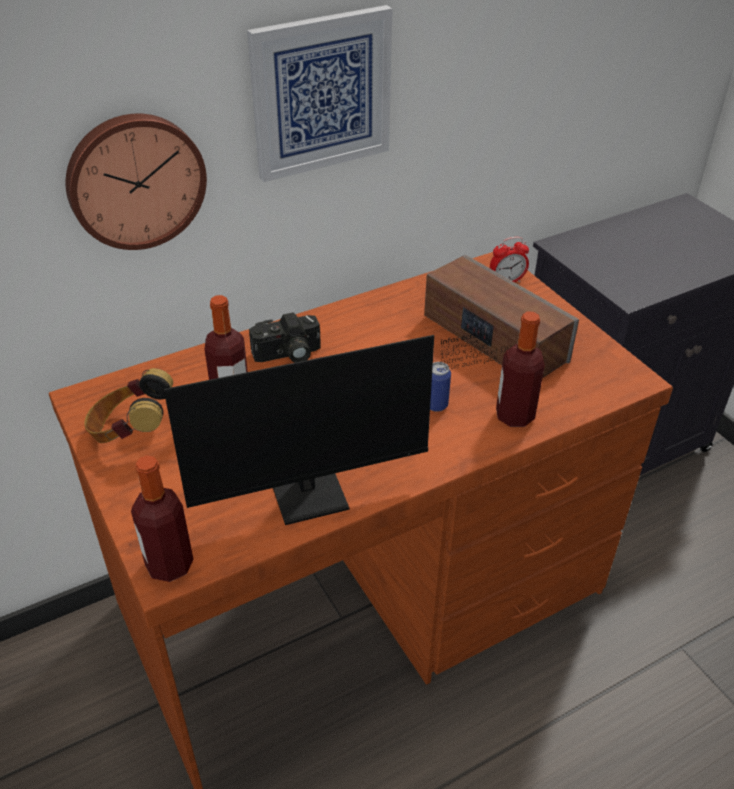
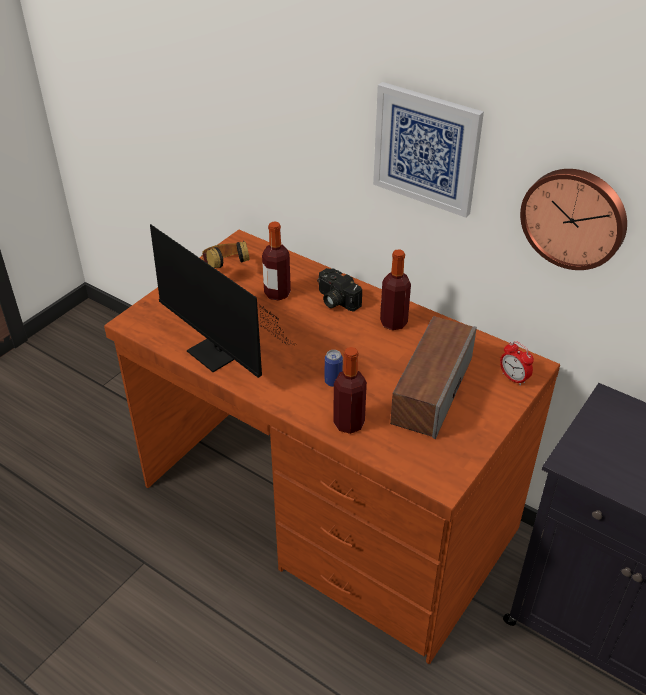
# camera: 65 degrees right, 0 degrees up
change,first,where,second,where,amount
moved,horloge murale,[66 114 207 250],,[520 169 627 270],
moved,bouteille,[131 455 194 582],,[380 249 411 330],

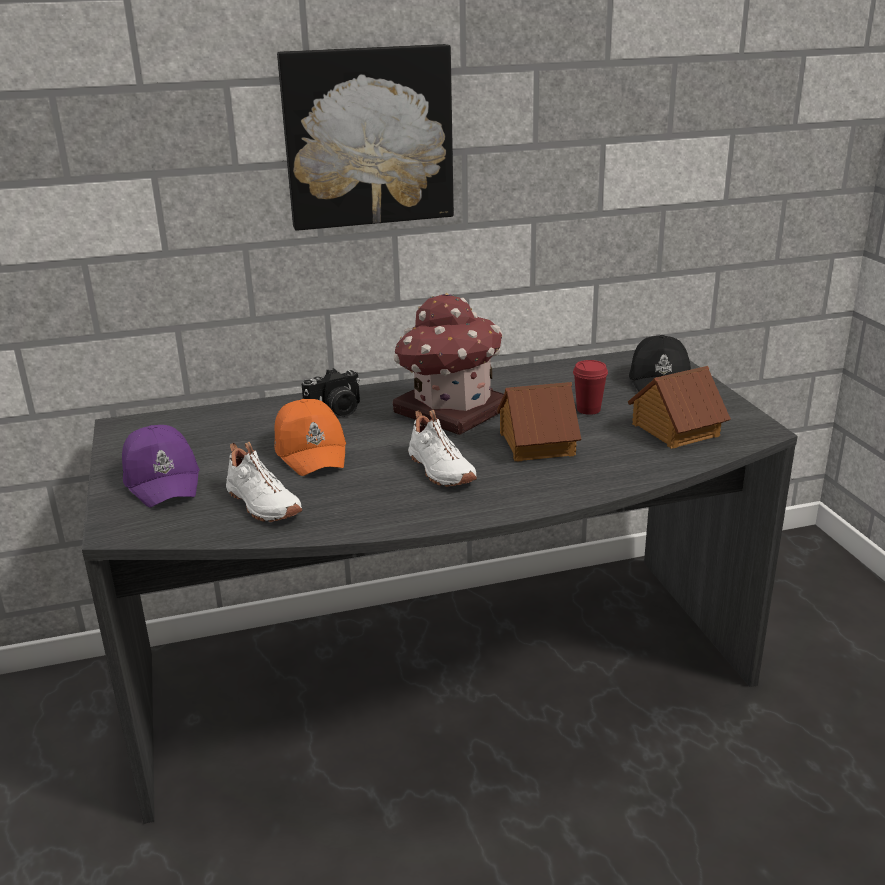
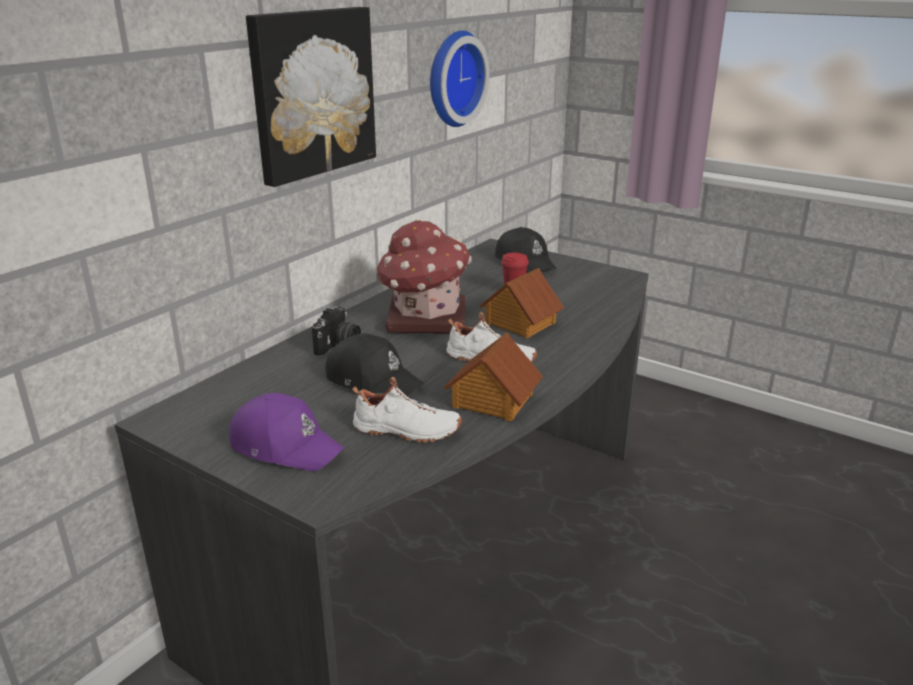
# camera: 40 degrees left, 0 degrees up
change,first,where,second,where,amount
recoloured,casquette/orange,[274 399 346 476],casquette/noir,[325 333 424 396],
moved,maison miniature,[628 366 731 449],,[444 332 543 422],
added,,,horloge murale,[430 31 490 127],

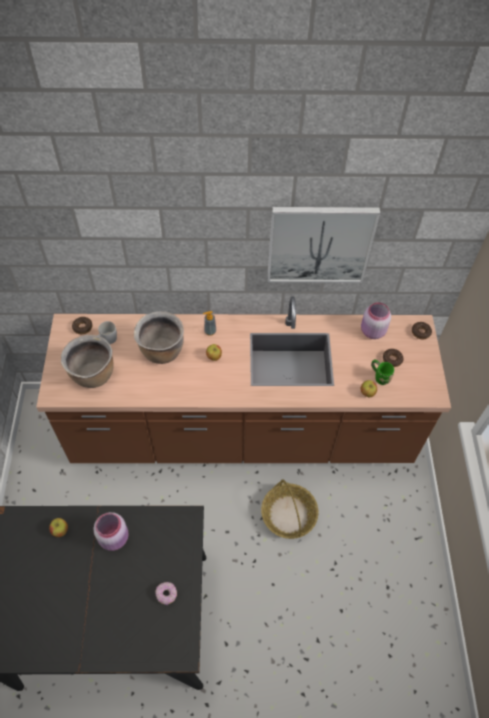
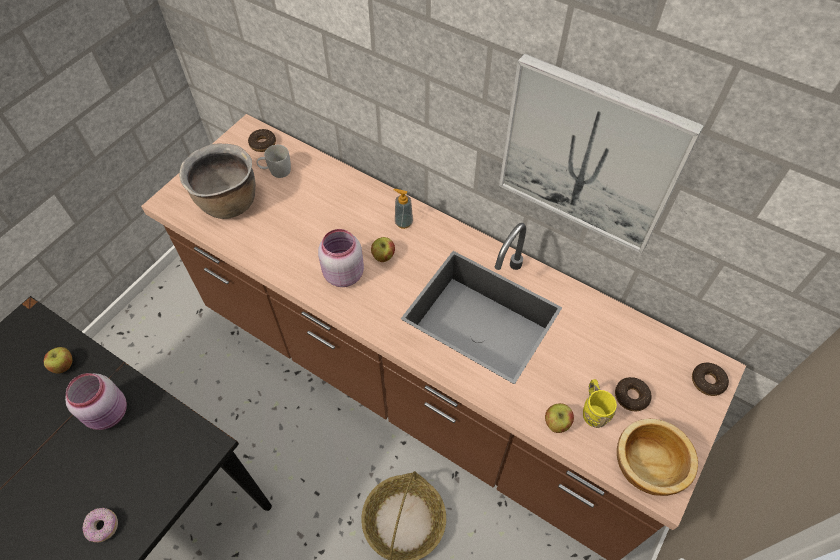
# camera: 35 degrees right, 0 degrees up
change,first,where,second,where,amount
removed,marmite/marron,[134 311 184 364],,,
moved,bocal/rose,[361 302 391 339],,[318 229 364 287],
recoloured,mug/vert,[371 359 394 385],mug/jaune,[583 379 617 428],
added,,,bol,[617 419 698 496],

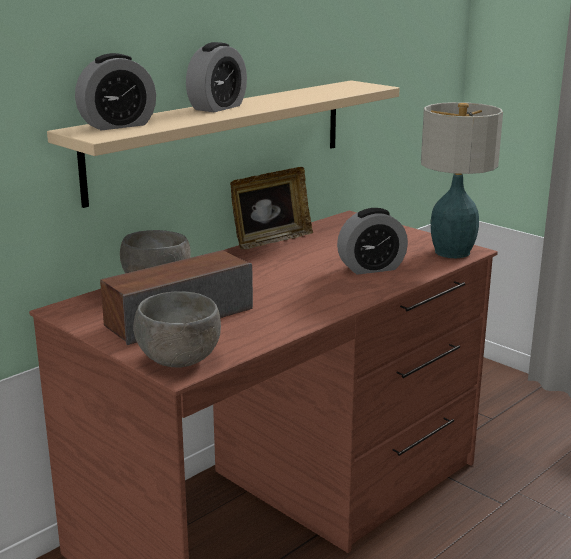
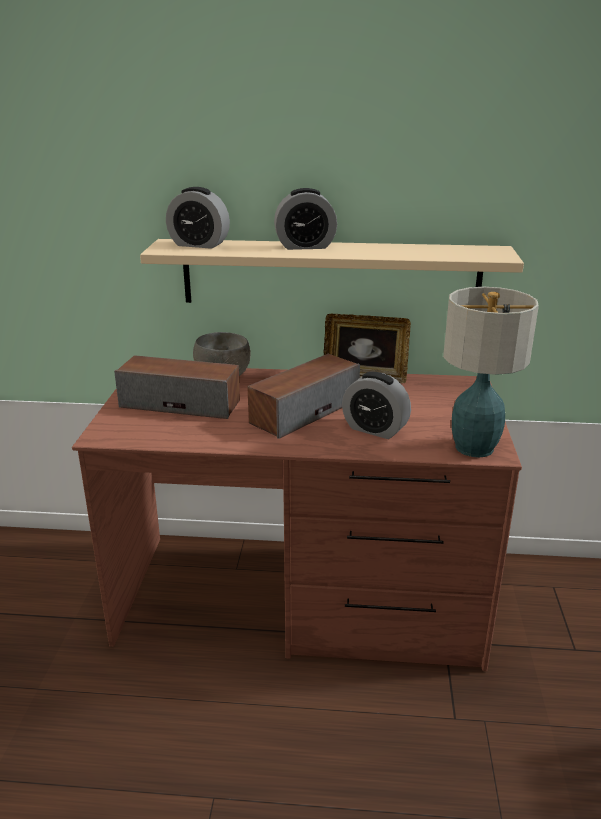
# camera: 50 degrees right, 5 degrees up
change,first,where,second,where,amount
removed,bol/gris,[133 291 221 368],,,
added,,,enceinte,[248 354 360 439],

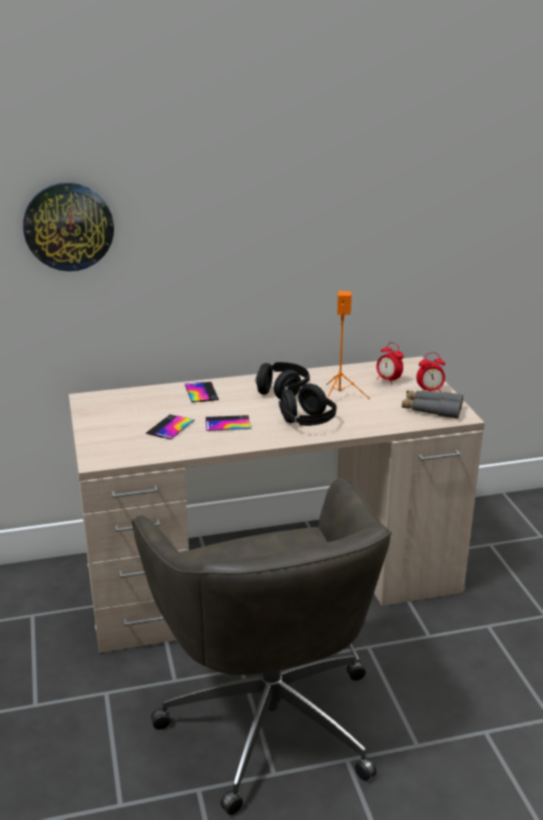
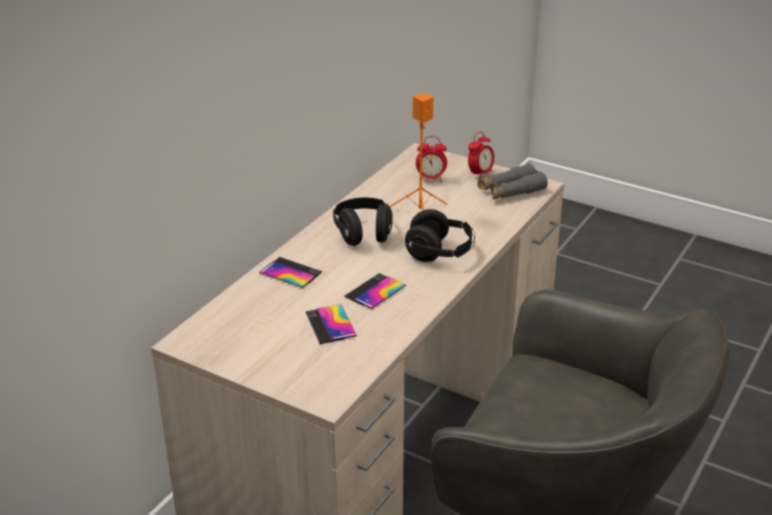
# camera: 45 degrees left, 5 degrees up
change,first,where,second,where,amount
removed,horloge murale,[23 183 114 271],,,

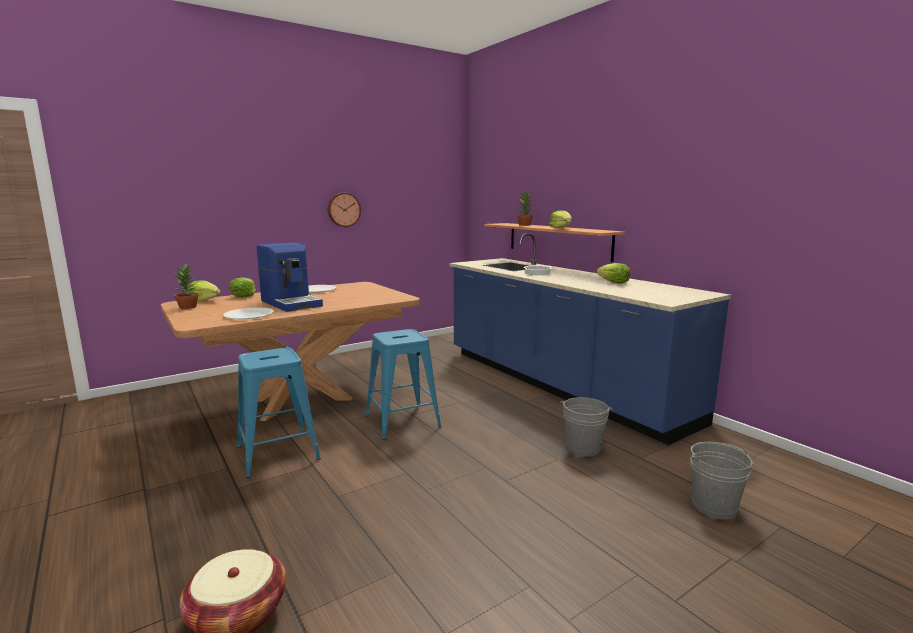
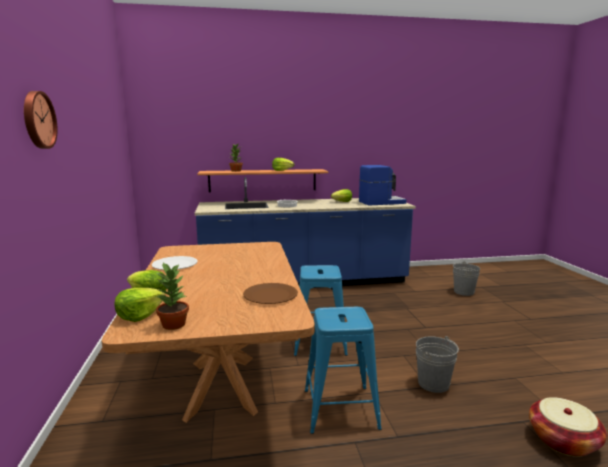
# camera: 65 degrees left, 0 degrees up
change,first,where,second,where,amount
recoloured,assiette/blanc,[223 308 274 319],assiette/marron,[243 283 298 304],
moved,machine à café,[257 243 323 312],,[359 165 406 206],
moved,horloge murale,[328 193 361 227],,[24 91 58 149],
moved,seau/gris,[560 397 613 457],,[416 336 459 393],

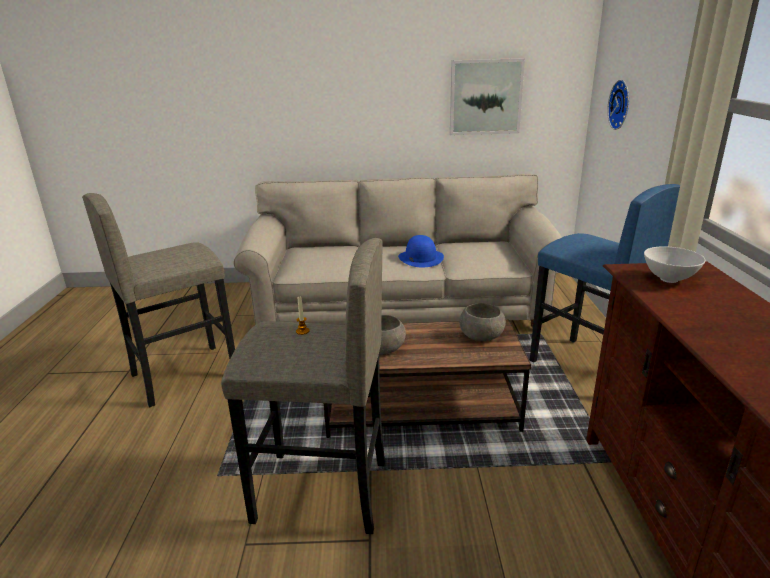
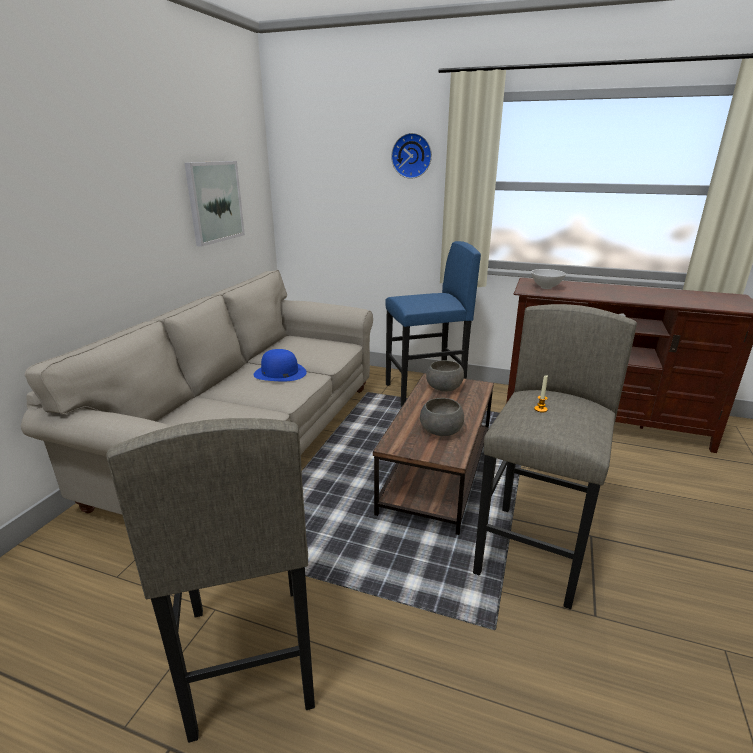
# camera: 70 degrees left, 0 degrees up
change,first,where,second,where,amount
moved,horloge murale,[607 80 629 130],,[391 133 432 179],

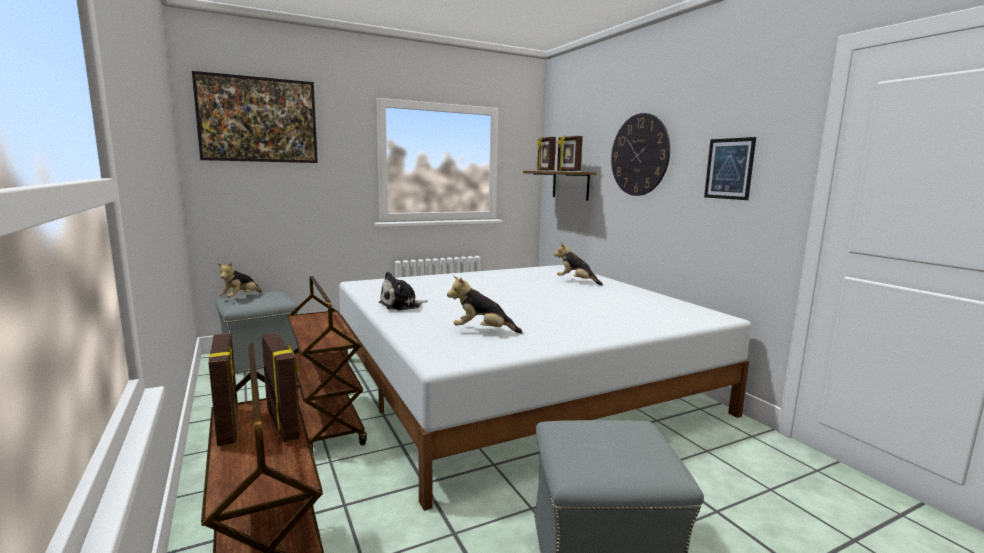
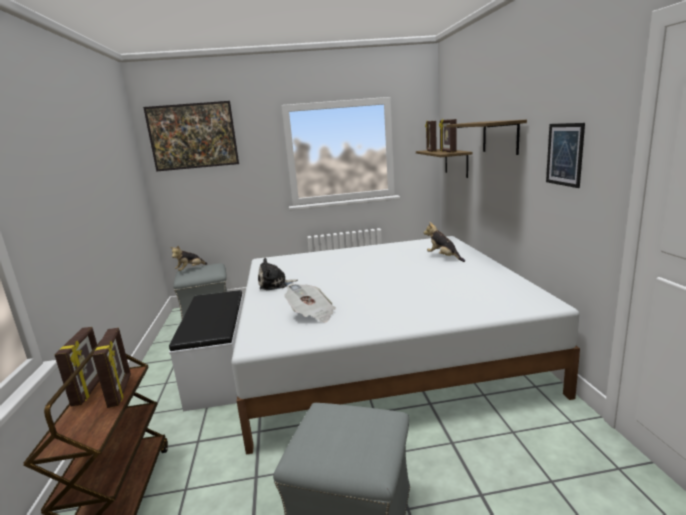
# camera: 20 degrees right, 5 degrees up
change,first,where,second,where,amount
replaced,chariot/marron,[287 276 367 453],banc/blanc,[169 290 244 411],
replaced,peluche,[447 276 523 334],journal,[285 284 336 322],
replaced,horloge murale,[611 113 670 196],étagère,[446 120 527 155],

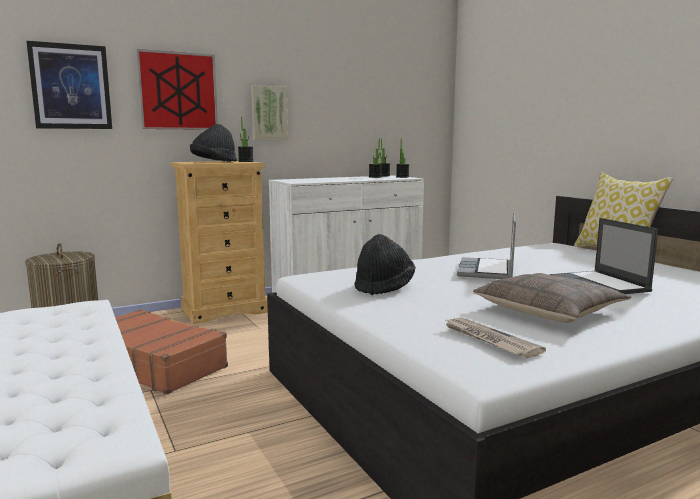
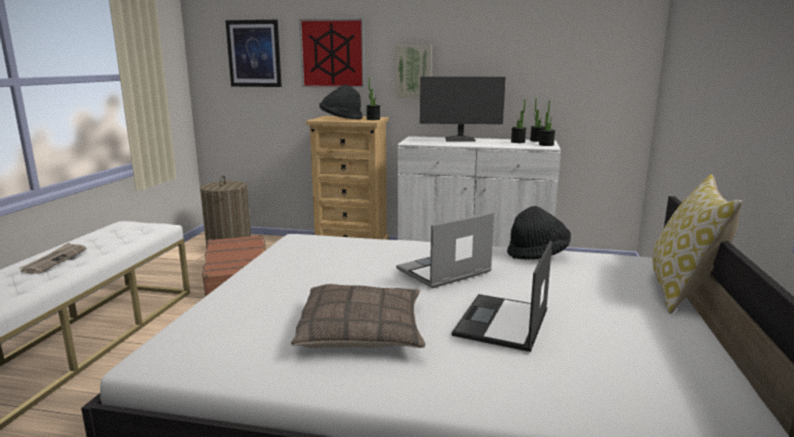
# camera: 40 degrees right, 5 degrees up
change,first,where,second,where,amount
moved,chapeau/noir,[355 234 415 295],,[507 206 571 260],
moved,journal,[444 318 546 358],,[19 243 87 274],
added,,,écran d'ordinateur,[420 77 506 142],

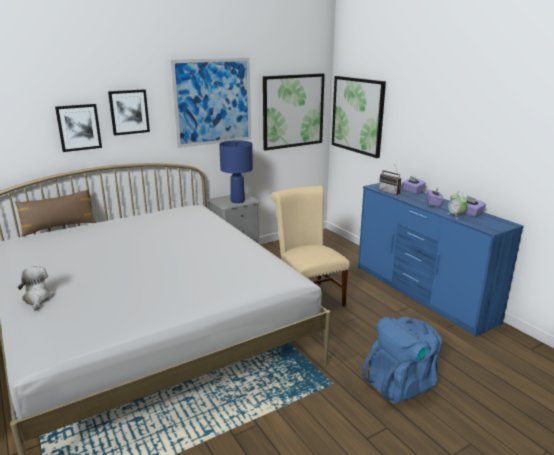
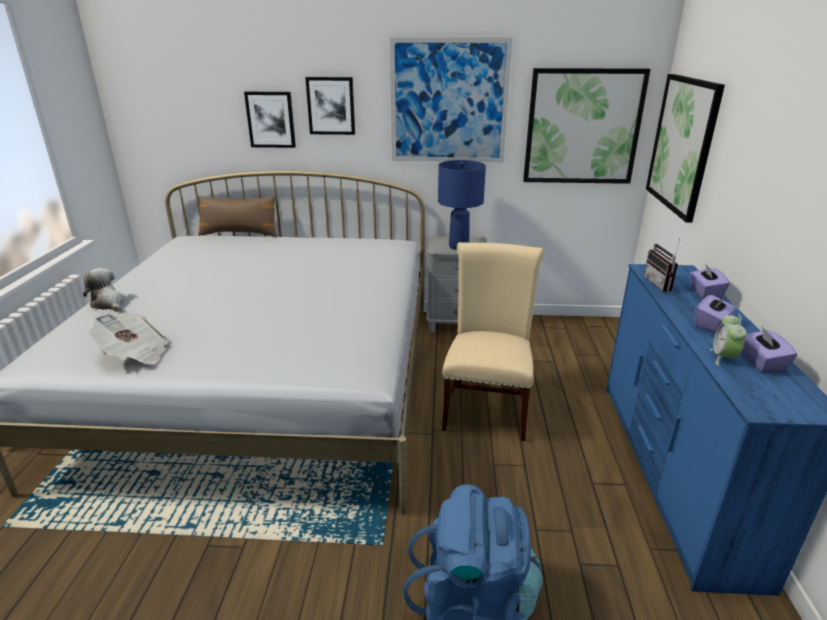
# camera: 35 degrees right, 5 degrees up
change,first,where,second,where,amount
turned,peluche,[18 266 54 311],,[83 268 125 312],60 degrees counterclockwise
added,,,journal,[89 313 169 365],

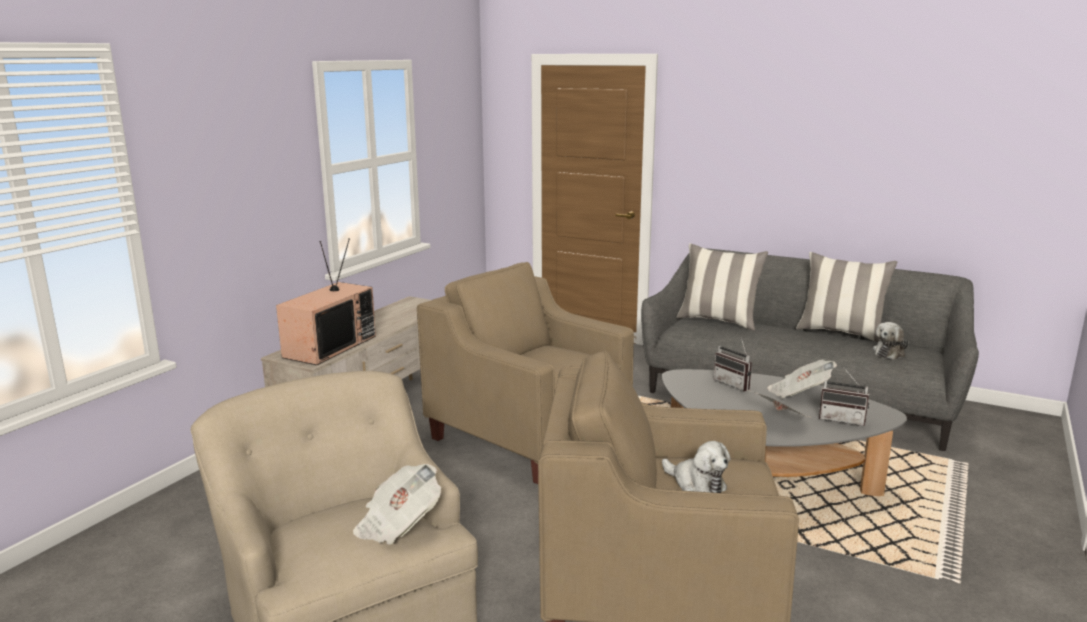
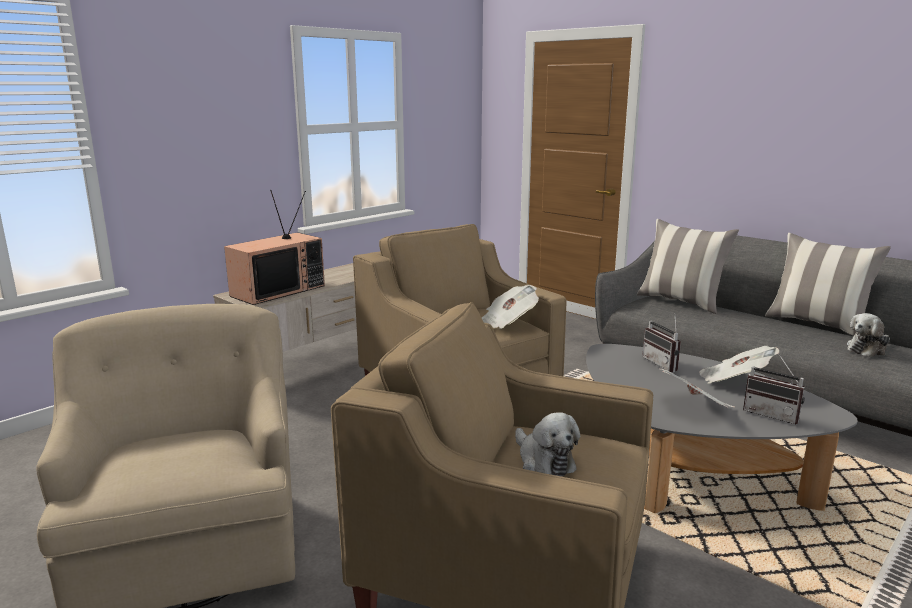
# camera: 15 degrees right, 0 degrees up
change,first,where,second,where,amount
moved,journal,[353 464 441 545],,[482 285 539 329],

